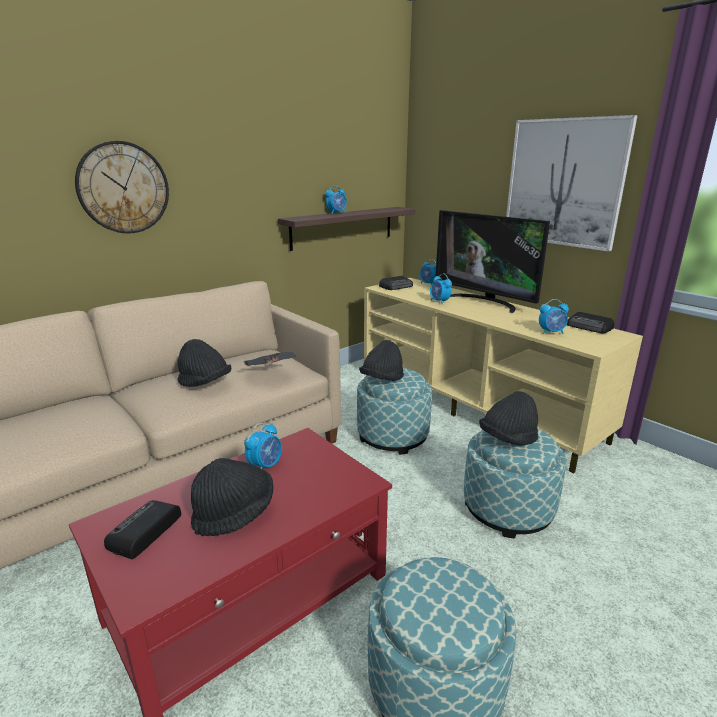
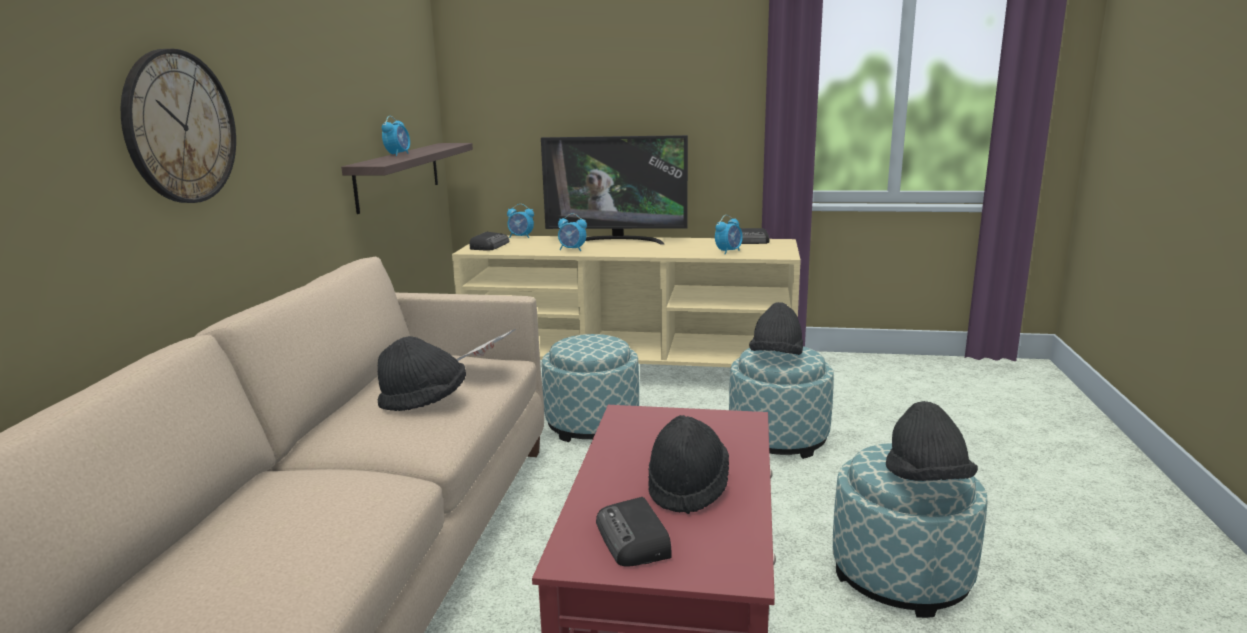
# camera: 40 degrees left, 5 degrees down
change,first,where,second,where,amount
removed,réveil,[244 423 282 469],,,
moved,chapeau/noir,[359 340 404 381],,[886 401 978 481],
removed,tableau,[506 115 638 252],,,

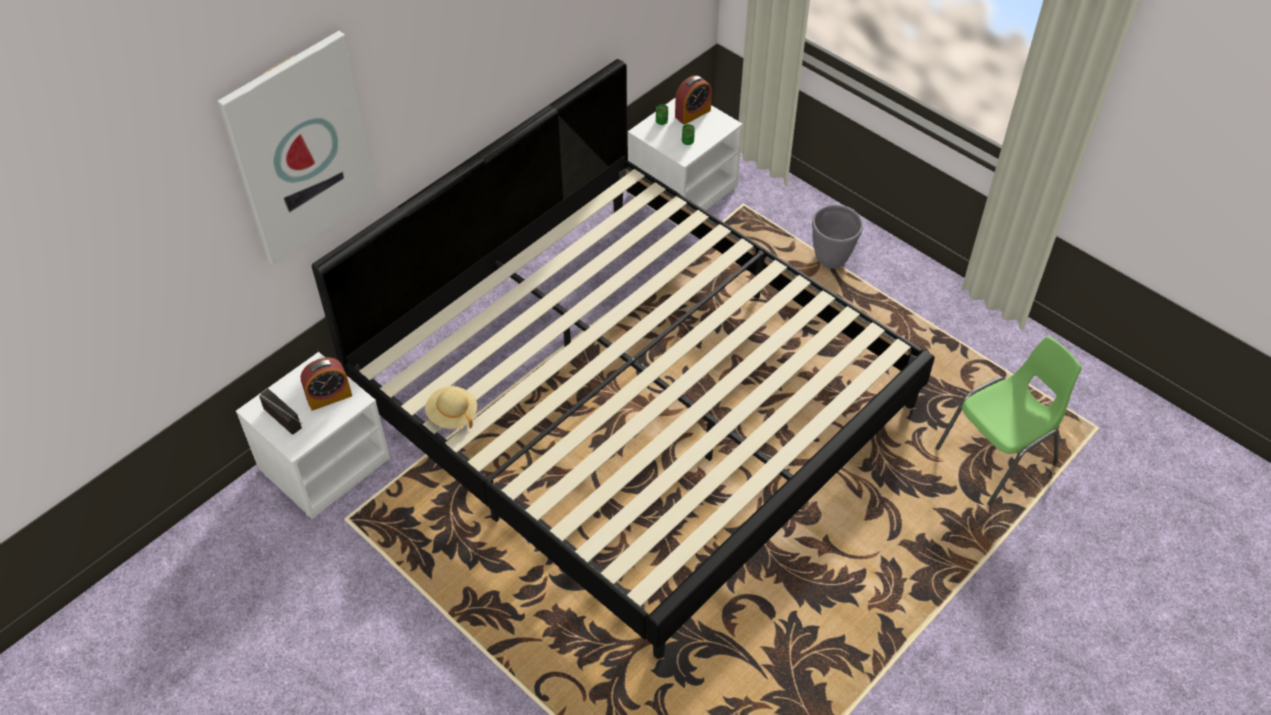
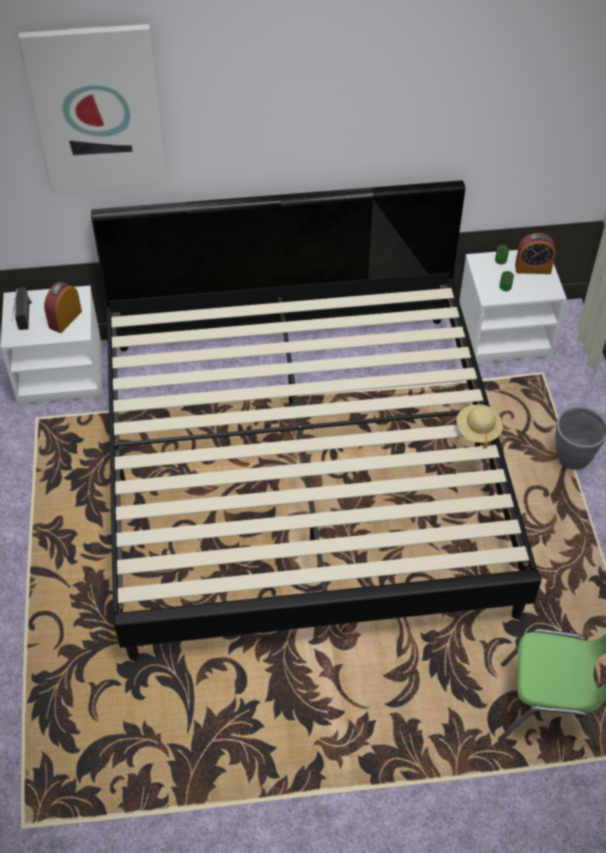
# camera: 40 degrees right, 0 degrees up
change,first,where,second,where,amount
turned,réveil,[300 358 352 411],,[44 282 82 333],105 degrees clockwise
moved,chapeau/beige,[425 386 477 429],,[456 405 503 449],

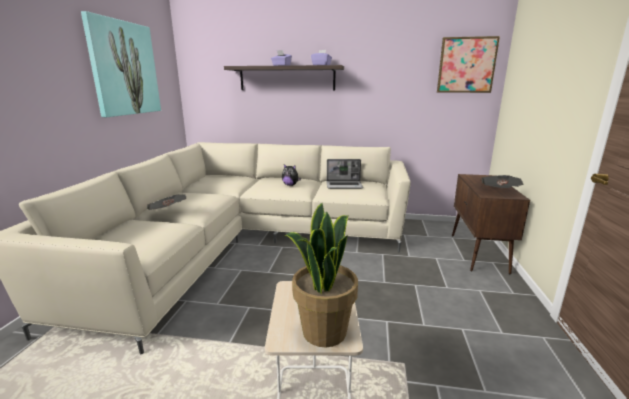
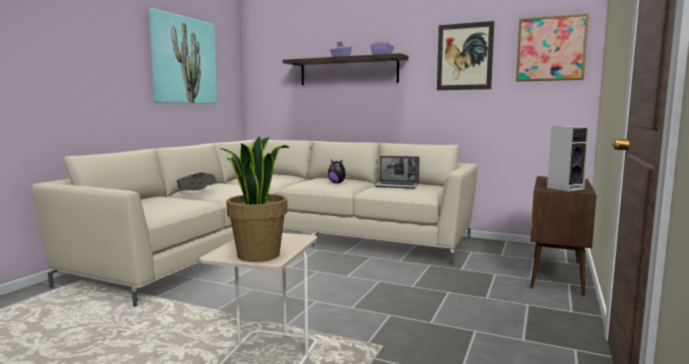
# camera: 15 degrees right, 10 degrees down
change,first,where,second,where,amount
replaced,journal,[481 175 524 188],enceinte,[547 126 589 191],
added,,,tableau,[437 21 494 90],

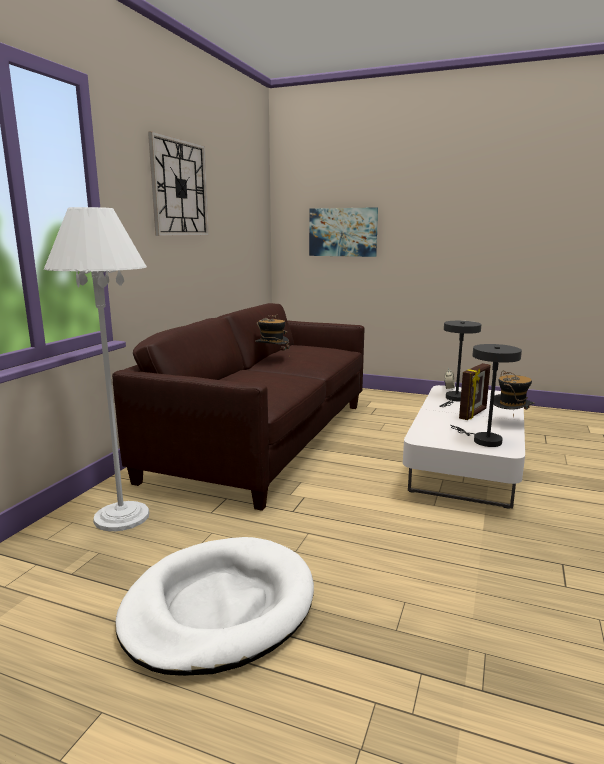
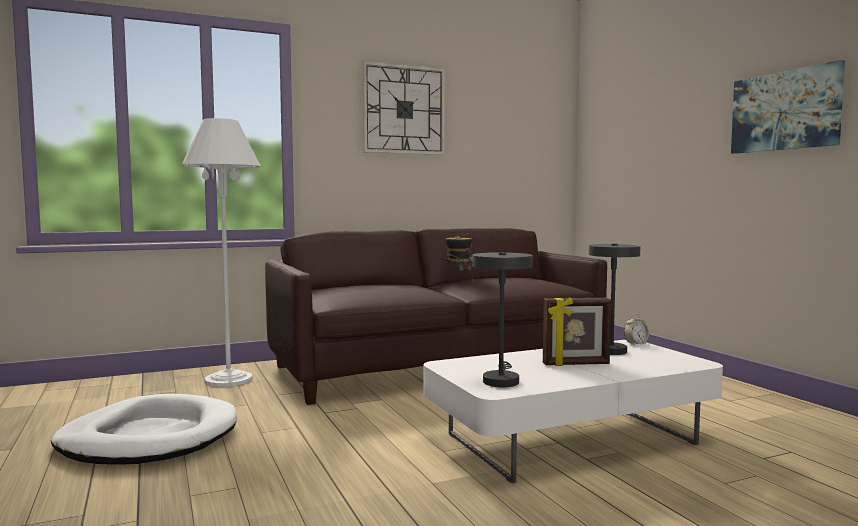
# camera: 45 degrees right, 10 degrees down
change,first,where,second,where,amount
moved,tableau,[309 207 378 257],,[731 60 845 154],
removed,chapeau,[493 371 535 417],,,

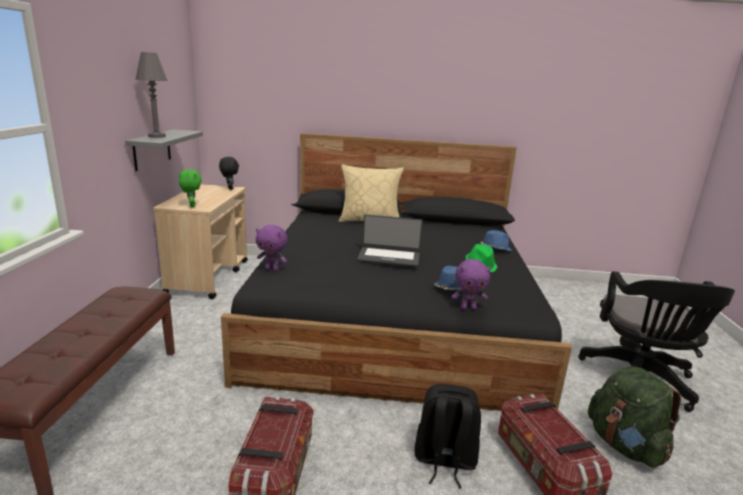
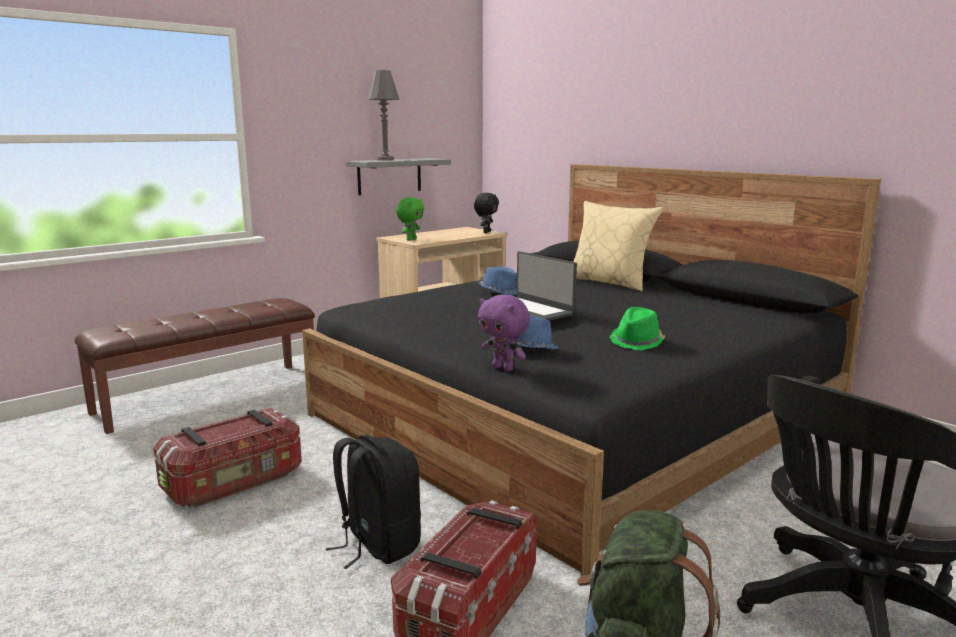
# camera: 45 degrees right, 5 degrees down
change,first,where,second,where,amount
removed,peluche/violet,[256 225 288 271],,,
moved,chapeau/bleu,[481 230 512 251],,[478 267 517 295],

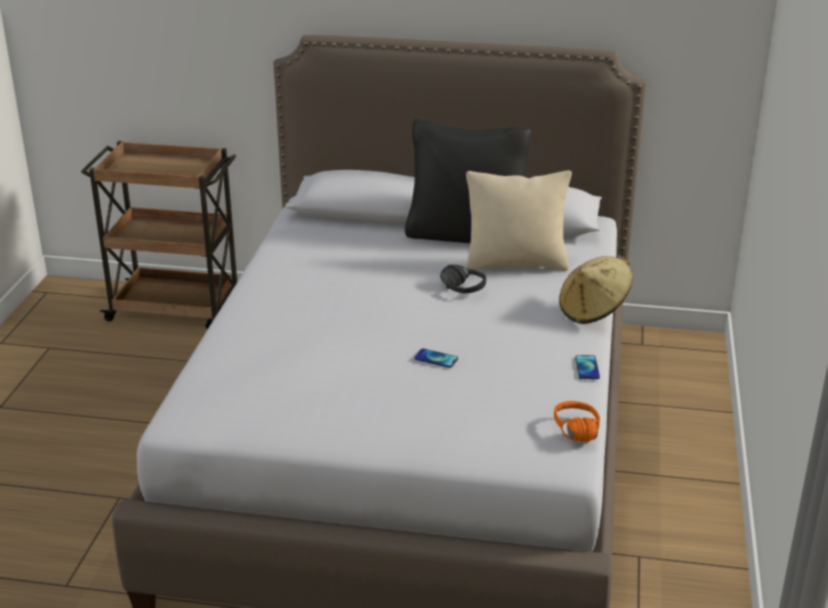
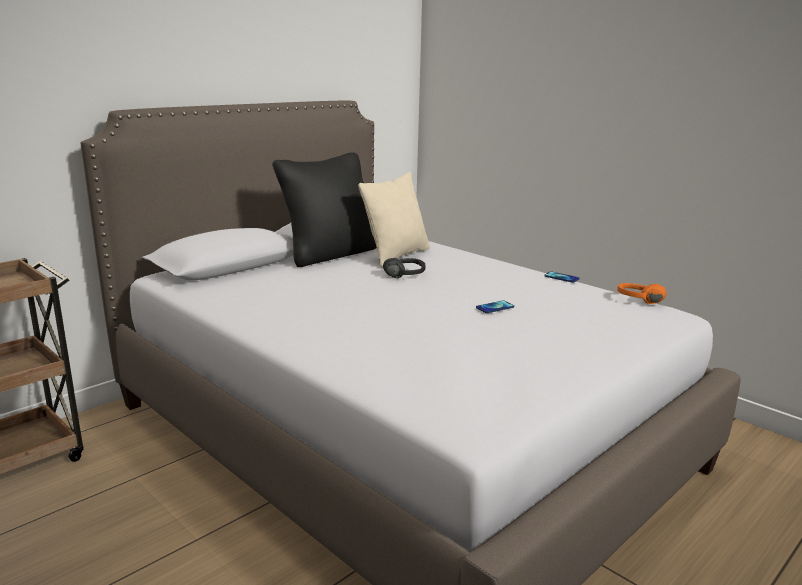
# camera: 55 degrees left, 10 degrees down
change,first,where,second,where,amount
removed,chapeau/beige,[559 256 633 324],,,

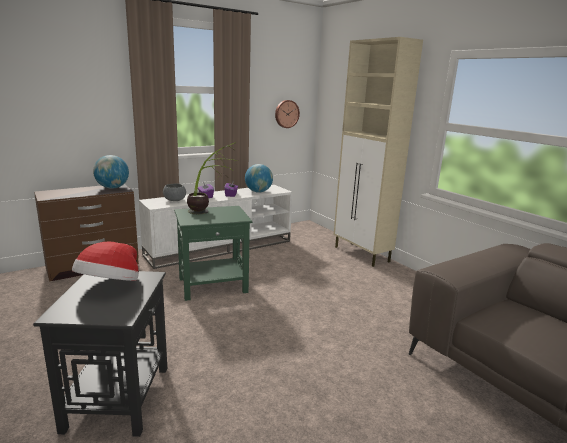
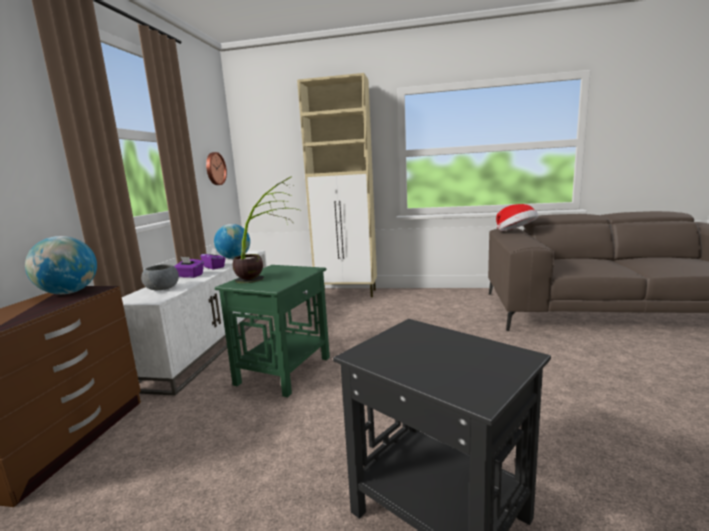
# camera: 45 degrees left, 5 degrees down
change,first,where,second,where,amount
moved,chapeau,[72 242 139 281],,[496 204 539 231],

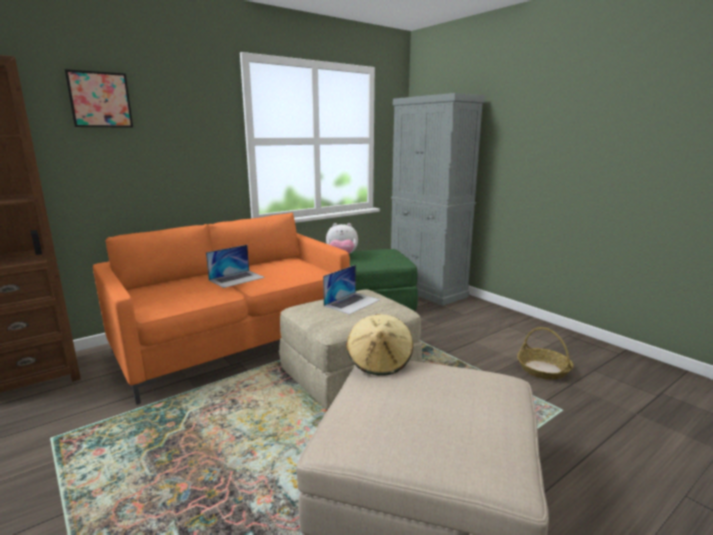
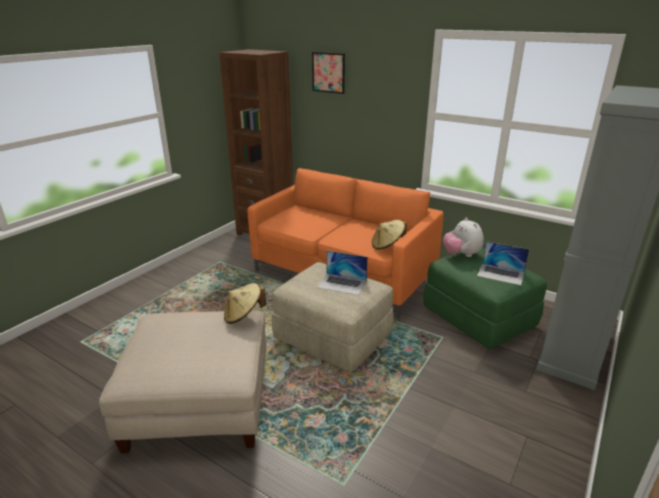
# camera: 70 degrees right, 10 degrees up
change,first,where,second,where,amount
moved,ordinateur portable,[206 245 265 288],,[477 241 529 286],
removed,panier,[517 327 574 380],,,
added,,,chapeau/beige,[372 220 407 250],

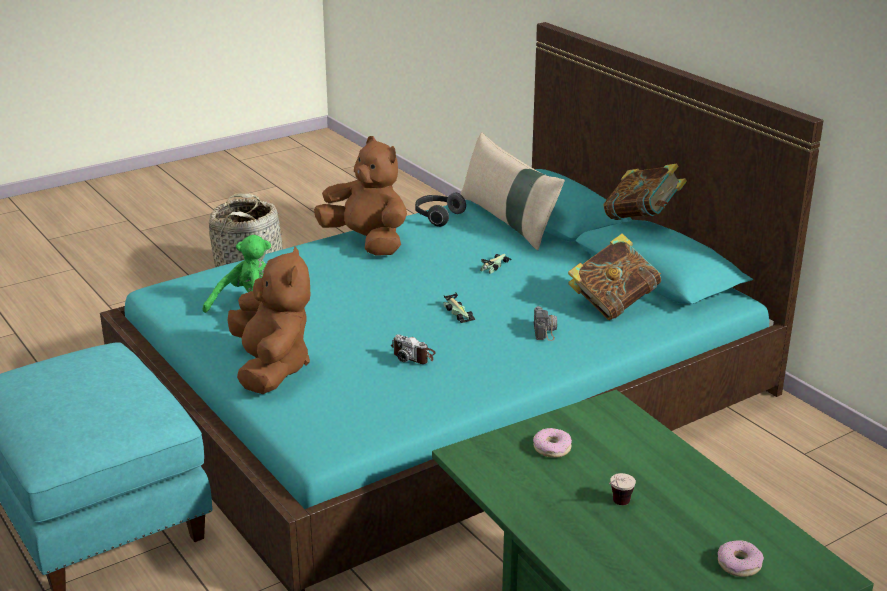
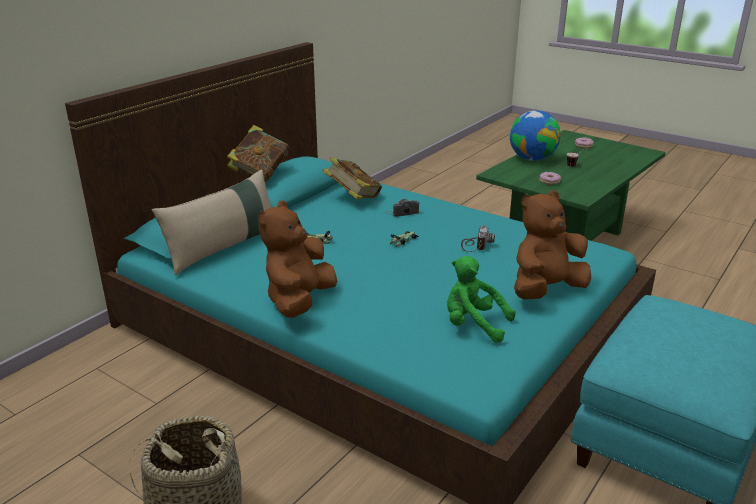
# camera: 110 degrees left, 0 degrees up
change,first,where,second,where,amount
removed,casque audio,[415 193 466 227],,,
added,,,globe,[510 110 561 161],

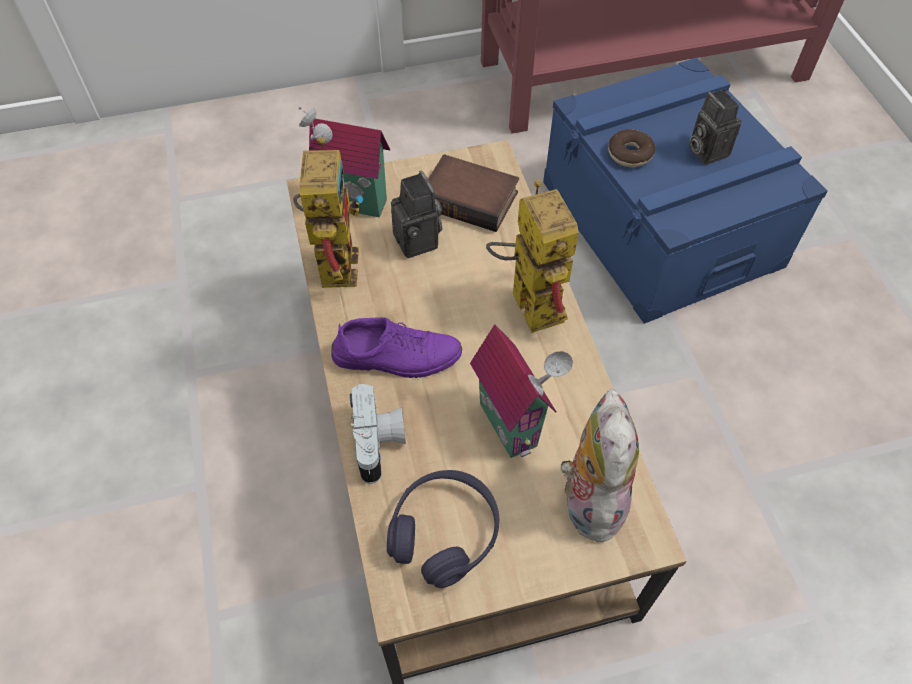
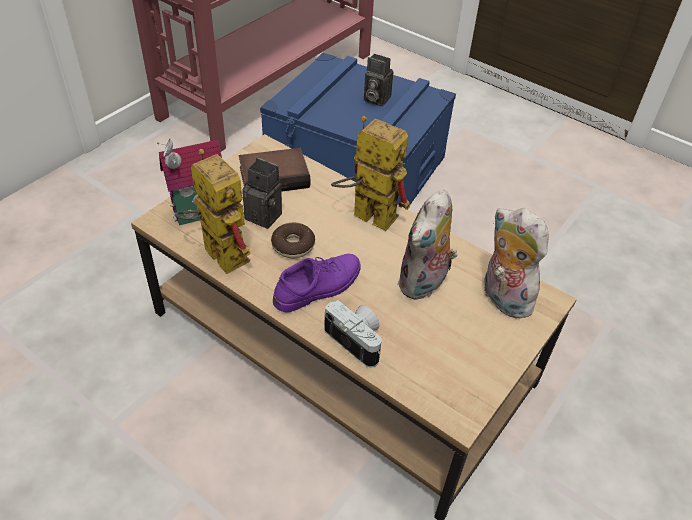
# camera: 40 degrees left, 10 degrees down
change,first,where,second,where,amount
removed,casque audio/violet,[387 470 499 588],,,
replaced,maison miniature,[470 325 573 458],peluche,[397 189 457 300],
moved,beignet,[608 129 655 167],,[271 223 315 259],

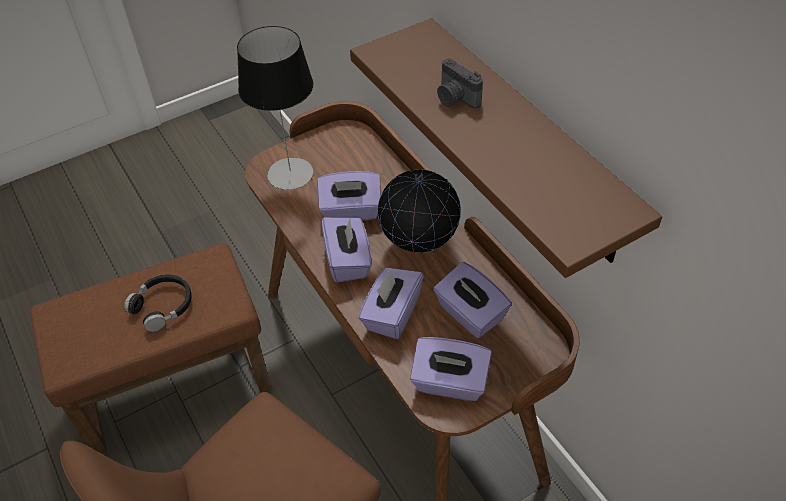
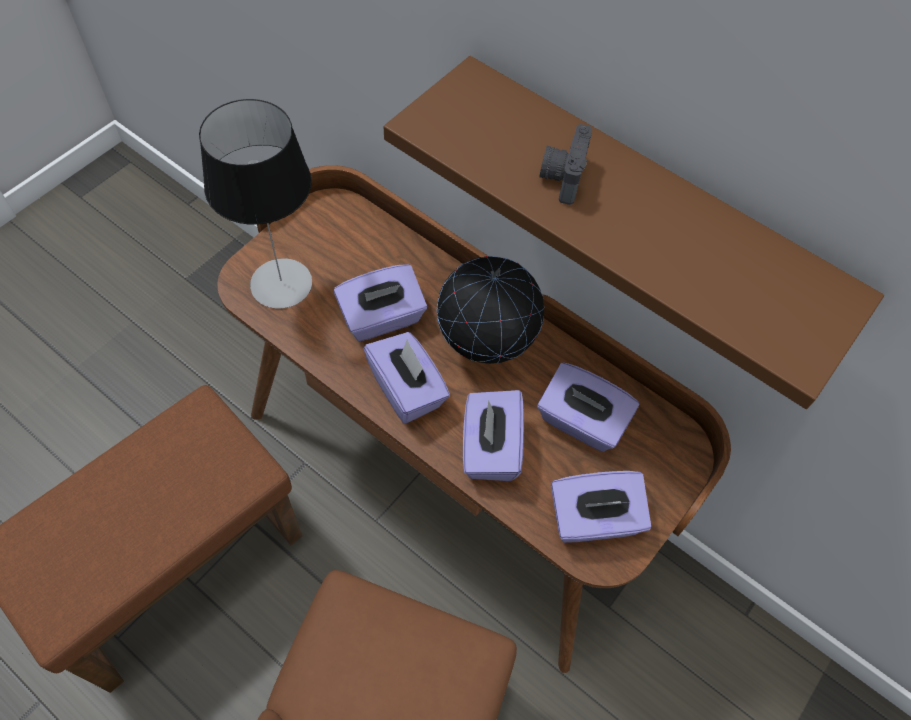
# camera: 25 degrees left, 10 degrees up
change,first,where,second,where,amount
removed,casque audio/noir,[124 275 192 332],,,
turned,appareil photo,[437 58 483 109],,[540 124 592 205],75 degrees clockwise

